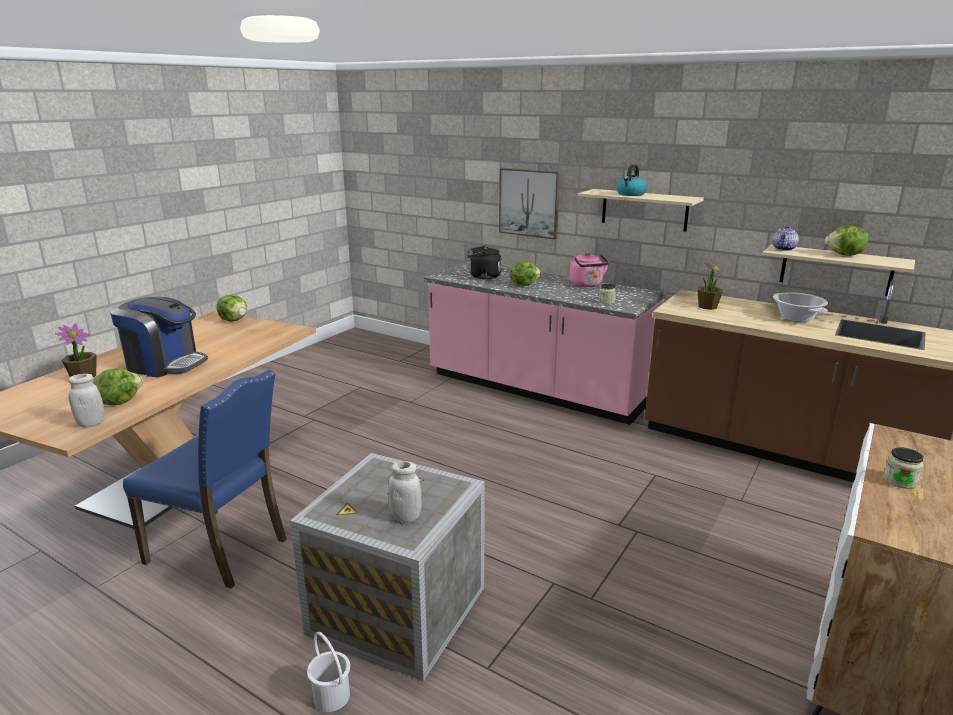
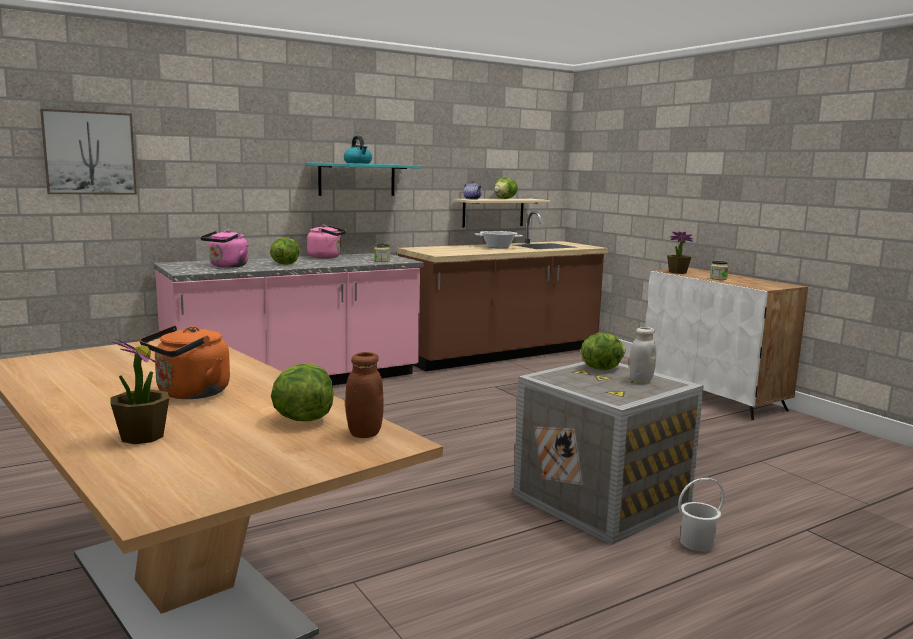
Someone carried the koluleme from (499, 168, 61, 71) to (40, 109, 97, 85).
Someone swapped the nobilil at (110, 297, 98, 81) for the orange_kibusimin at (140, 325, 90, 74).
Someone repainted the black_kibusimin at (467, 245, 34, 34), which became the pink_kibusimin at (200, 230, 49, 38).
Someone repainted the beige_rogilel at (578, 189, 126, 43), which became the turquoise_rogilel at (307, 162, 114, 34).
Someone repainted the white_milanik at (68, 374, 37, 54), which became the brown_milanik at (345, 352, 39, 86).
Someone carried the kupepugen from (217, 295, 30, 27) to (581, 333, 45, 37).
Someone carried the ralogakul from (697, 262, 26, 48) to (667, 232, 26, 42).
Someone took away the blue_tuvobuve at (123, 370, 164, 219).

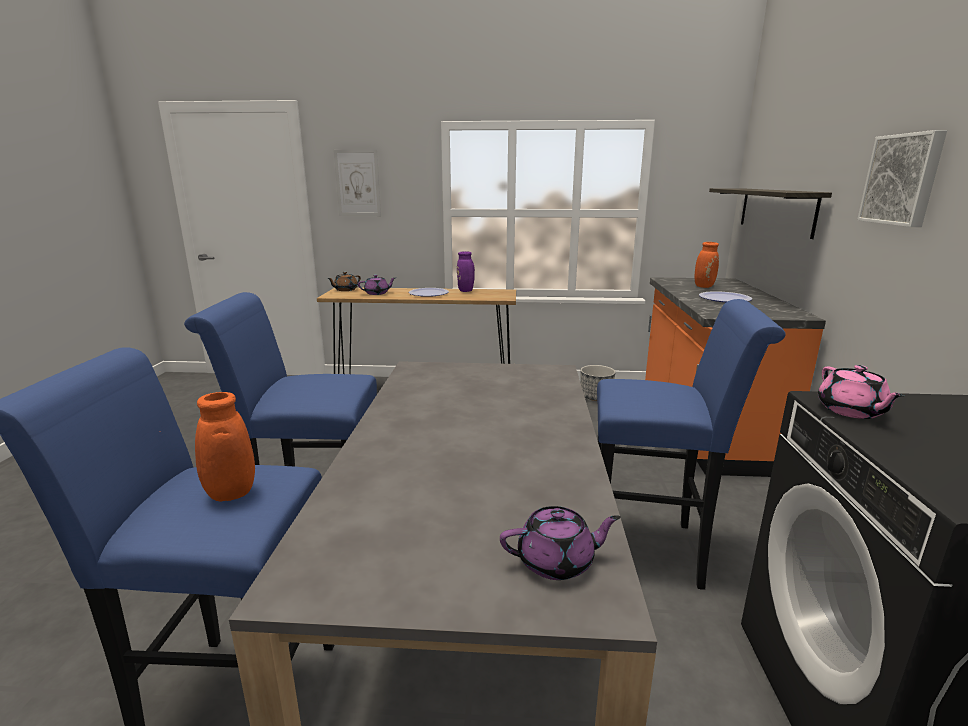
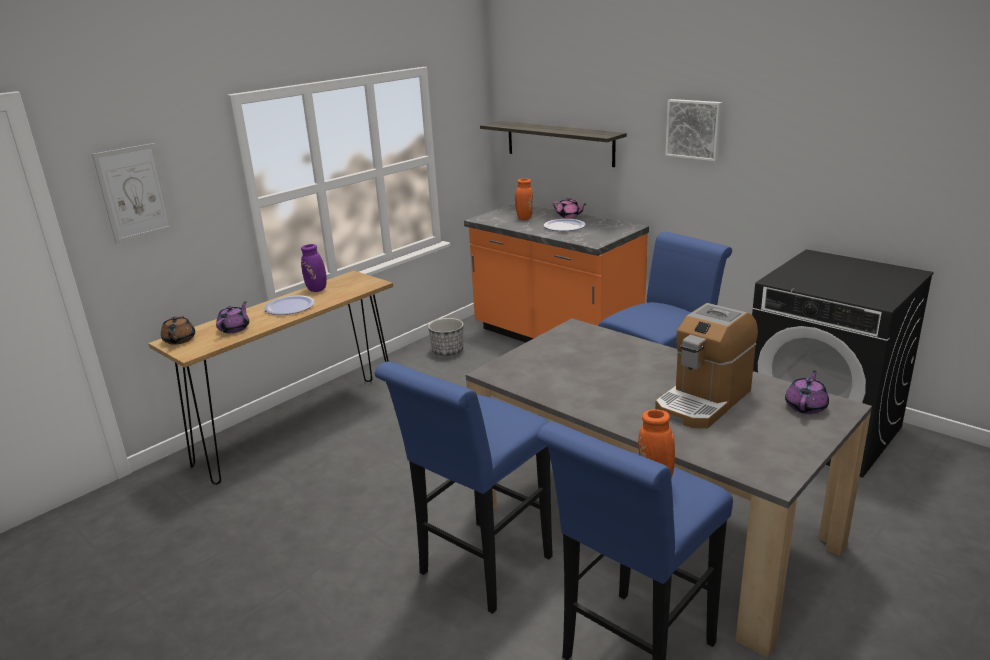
Someone carried the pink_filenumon from (818, 365, 86, 54) to (552, 198, 34, 20).
Someone put down the nobilil at (655, 303, 103, 125).

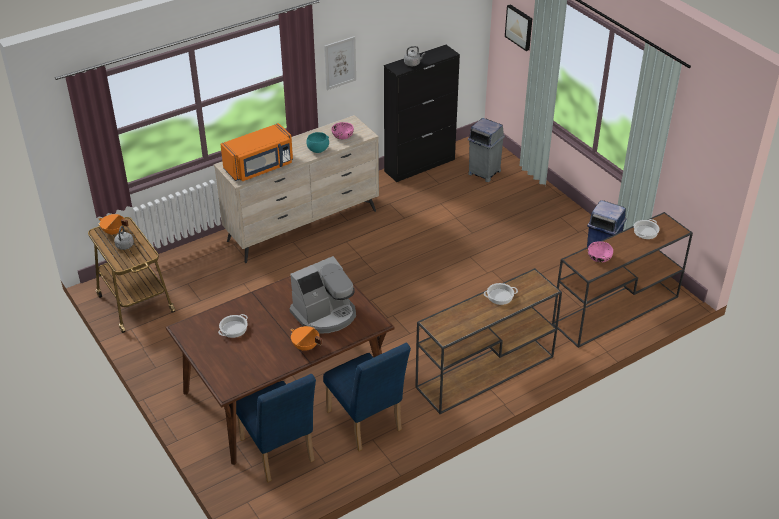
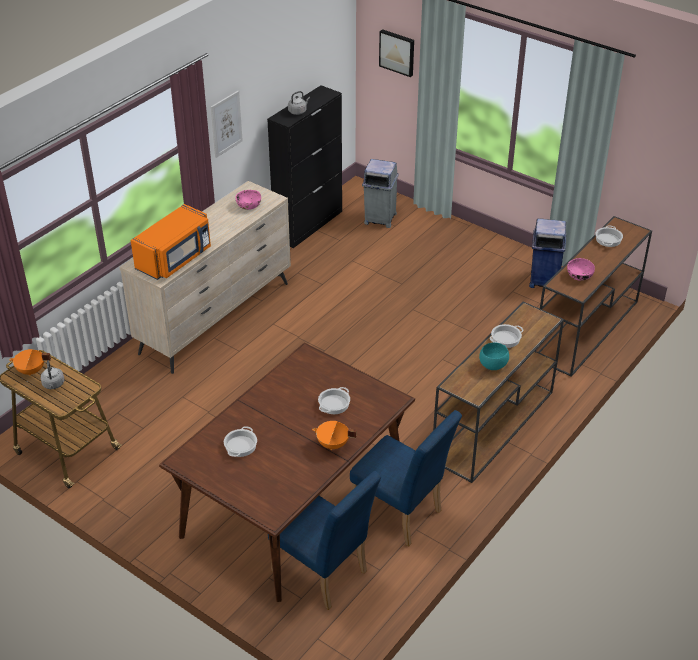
Someone swapped the nobilil at (290, 256, 66, 78) for the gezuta at (318, 387, 32, 27).
Someone carried the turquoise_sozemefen from (306, 132, 23, 21) to (479, 342, 30, 28).

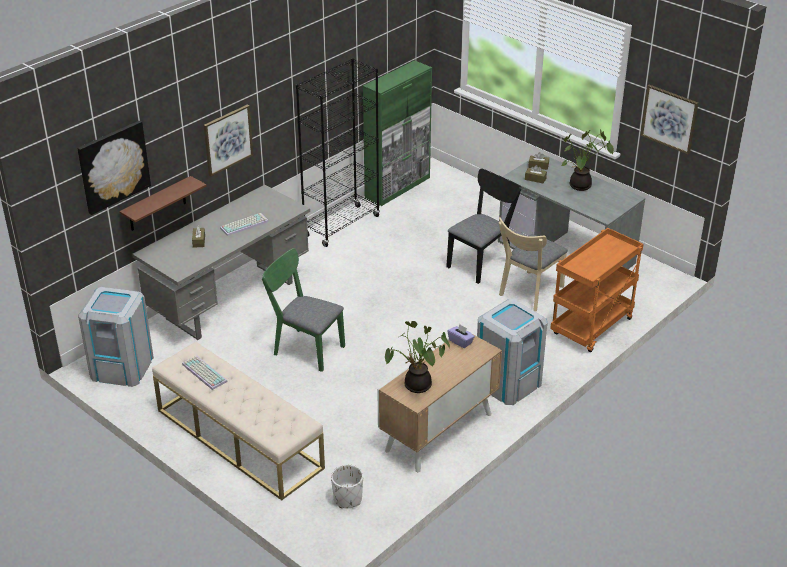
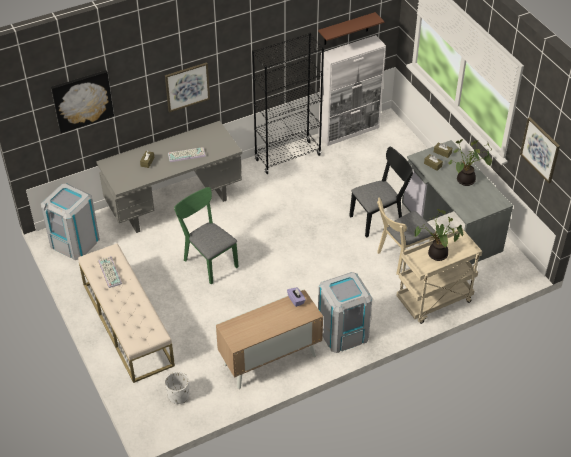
Someone carried the brown_rogilel from (119, 176, 88, 55) to (318, 12, 67, 33).
Someone repainted the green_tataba at (363, 60, 69, 146), which became the white_tataba at (318, 35, 68, 111).
Someone repainted the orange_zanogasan at (550, 228, 94, 124), which became the beige_zanogasan at (396, 228, 86, 96).
Someone carried the ralogakul from (385, 321, 65, 72) to (415, 209, 48, 52).

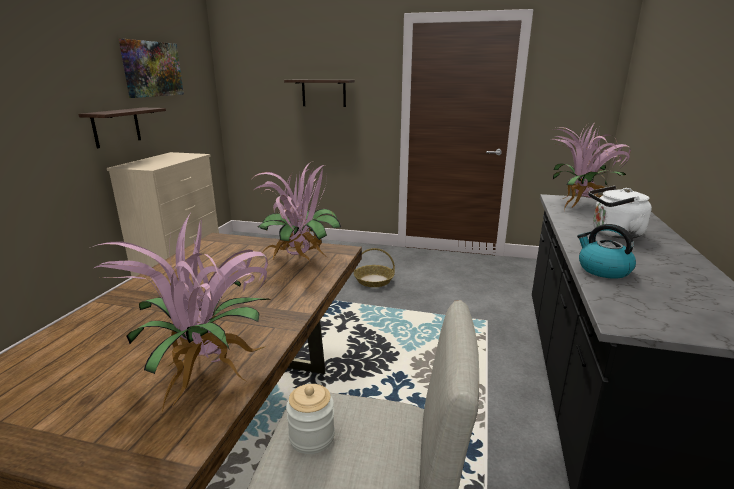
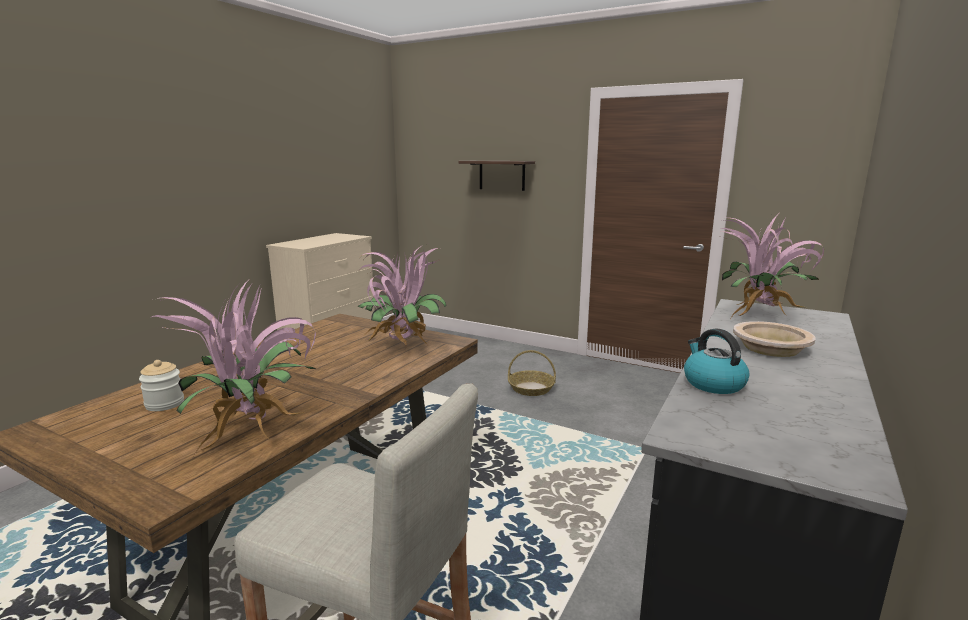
Someone carried the milanik from (286, 384, 49, 70) to (139, 360, 45, 51).
Someone swapped the white_kibusimin at (589, 186, 63, 53) for the beige_sozemefen at (733, 321, 83, 36).
Someone took away the rogilel at (78, 108, 88, 40).
Someone took away the koluleme at (119, 39, 65, 59).

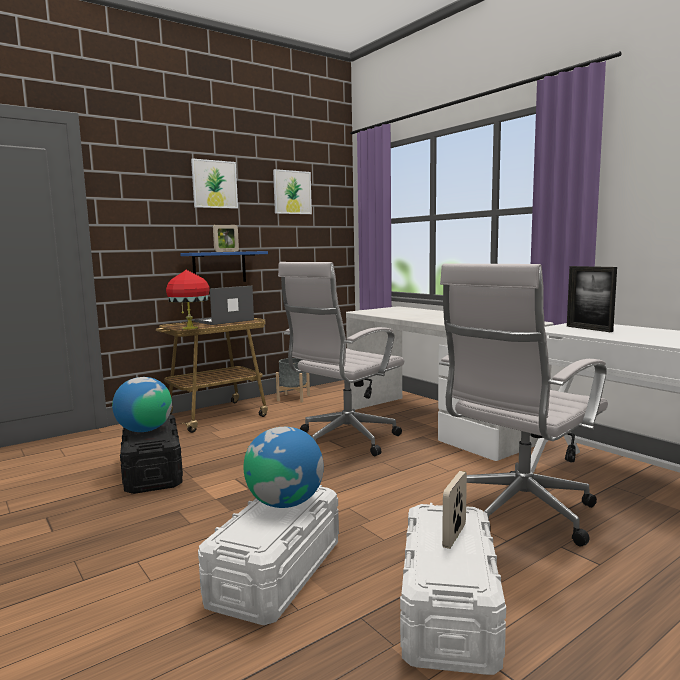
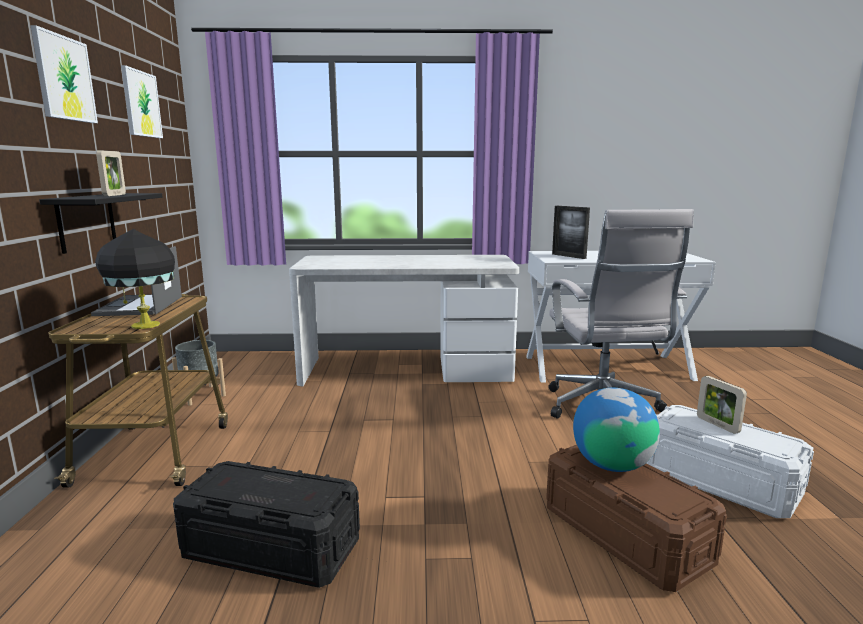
Someone repainted the blue_rogilel at (180, 251, 88, 31), which became the black_rogilel at (39, 193, 124, 61).
Someone repainted the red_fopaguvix at (166, 270, 44, 60), which became the black_fopaguvix at (95, 229, 80, 100).
Someone repainted the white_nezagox at (198, 485, 141, 140), which became the brown_nezagox at (546, 445, 181, 147).
Someone rotated the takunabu at (567, 266, 50, 66) by 45 degrees clockwise.
Someone took away the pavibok at (112, 377, 60, 55).
Someone took away the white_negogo at (278, 262, 126, 194).

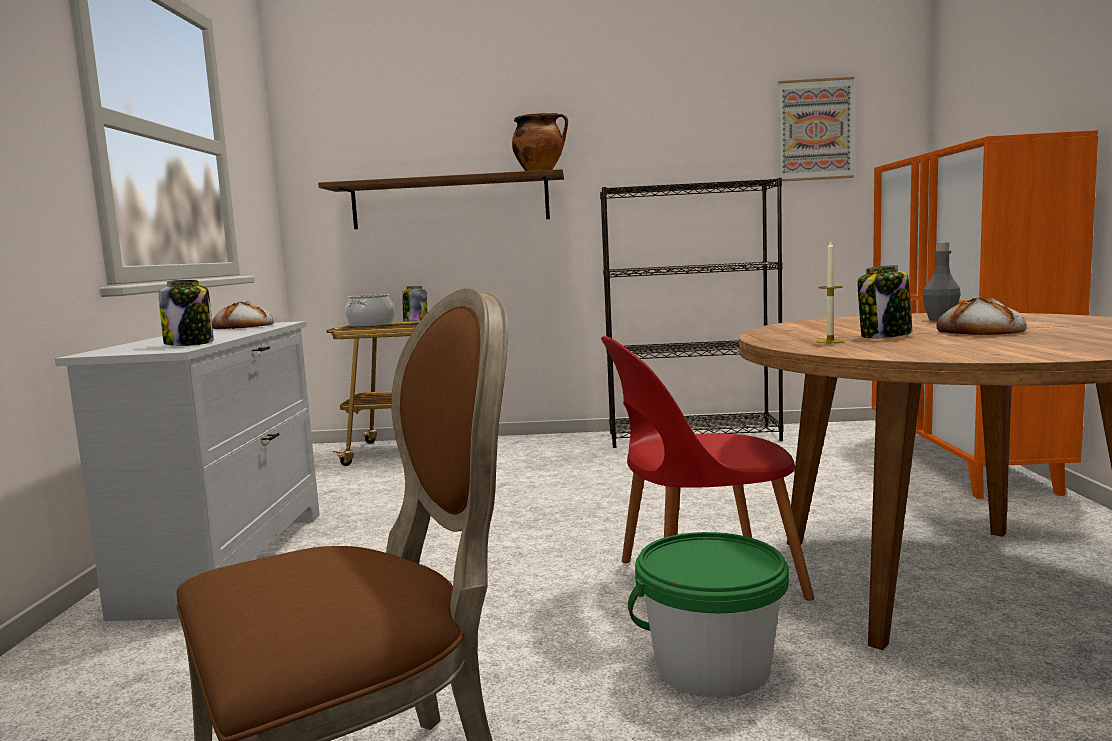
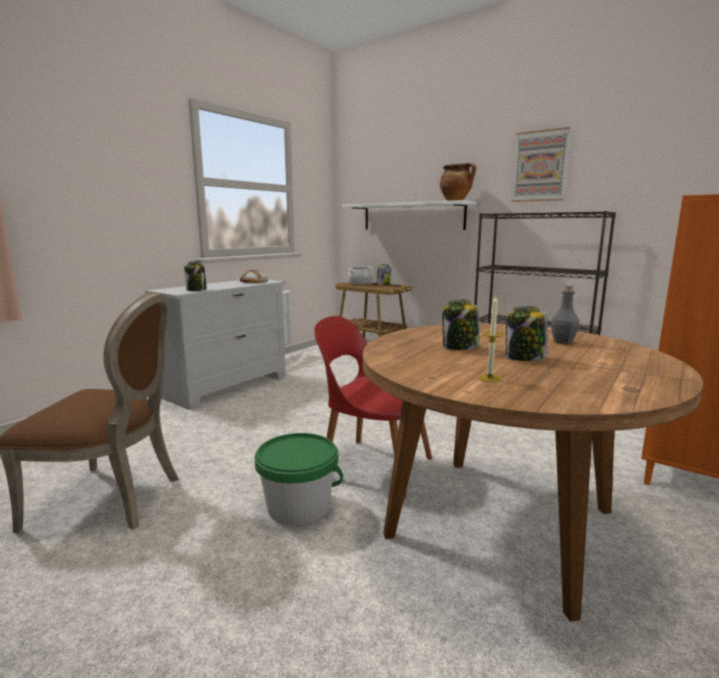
Someone repainted the brown_rogilel at (318, 169, 246, 60), which became the white_rogilel at (342, 200, 135, 30).
Someone carried the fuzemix from (816, 241, 29, 102) to (478, 295, 25, 87).
Someone swapped the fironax at (936, 297, 91, 38) for the milanik at (506, 306, 42, 55).
Someone carried the koluleme from (778, 77, 77, 104) to (512, 127, 59, 75).

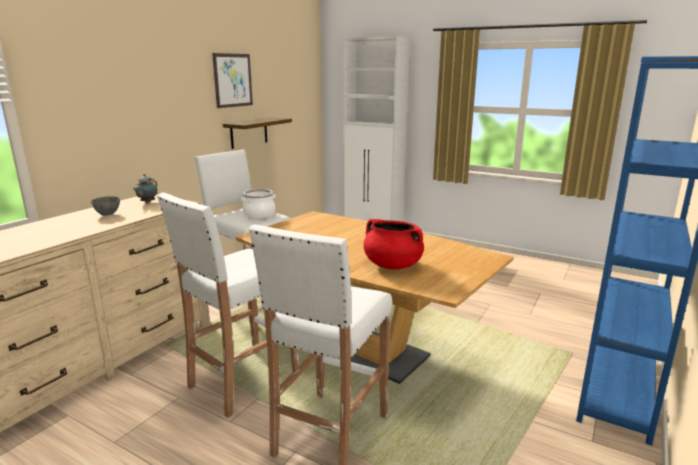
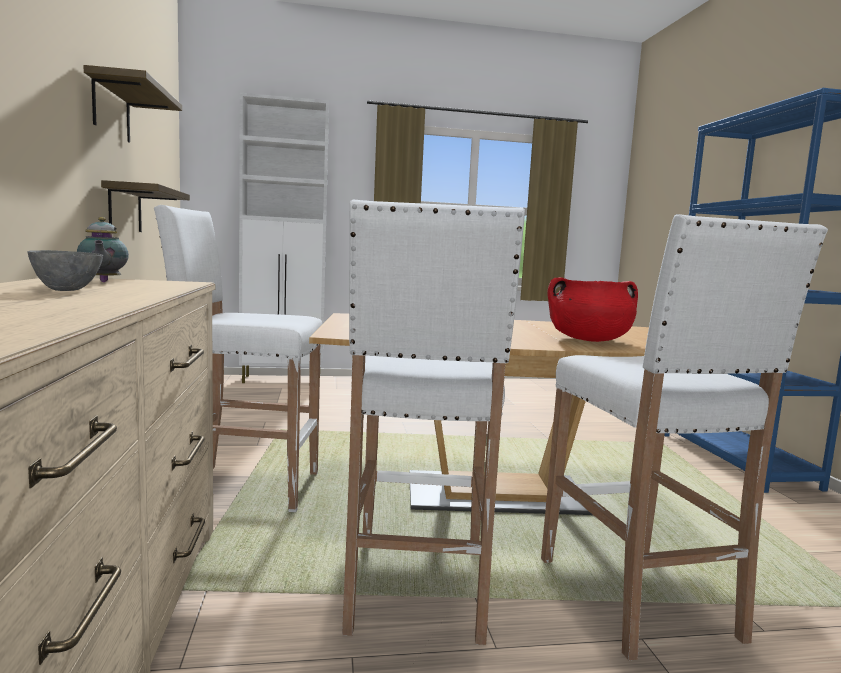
Someone swapped the koluleme at (212, 53, 41, 55) for the rogilel at (83, 65, 99, 77).
Someone took away the gezuta at (241, 189, 35, 29).

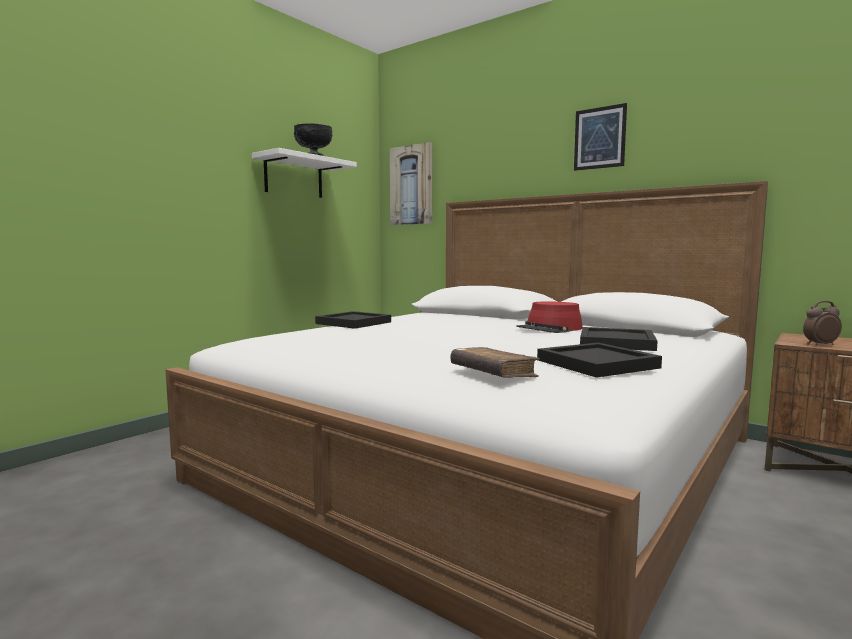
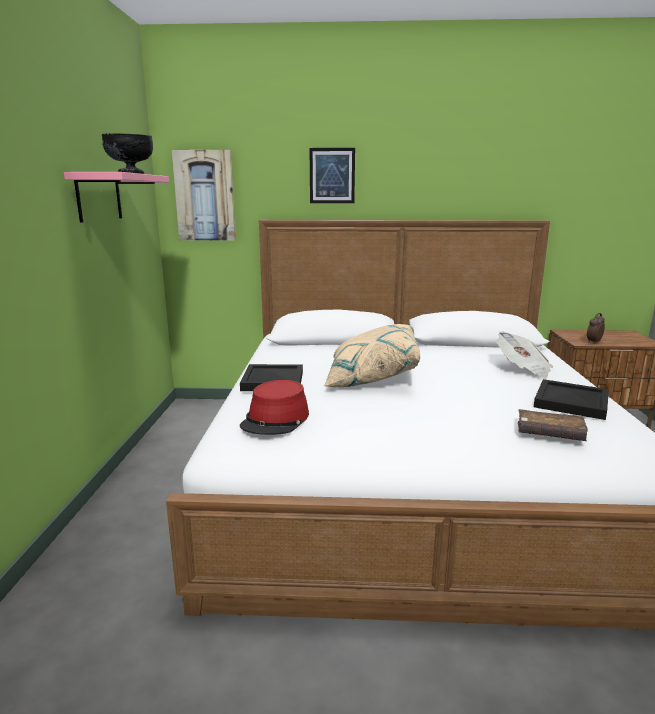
Someone repainted the white_rogilel at (252, 148, 105, 50), which became the pink_rogilel at (64, 172, 105, 51).
Someone carried the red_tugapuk from (516, 302, 67, 31) to (240, 380, 69, 55).
Someone carried the koluleme from (574, 103, 53, 68) to (310, 148, 45, 55).
Someone put down the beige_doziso at (323, 324, 98, 63).
Someone swapped the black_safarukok at (580, 327, 78, 24) for the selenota at (496, 331, 57, 48).

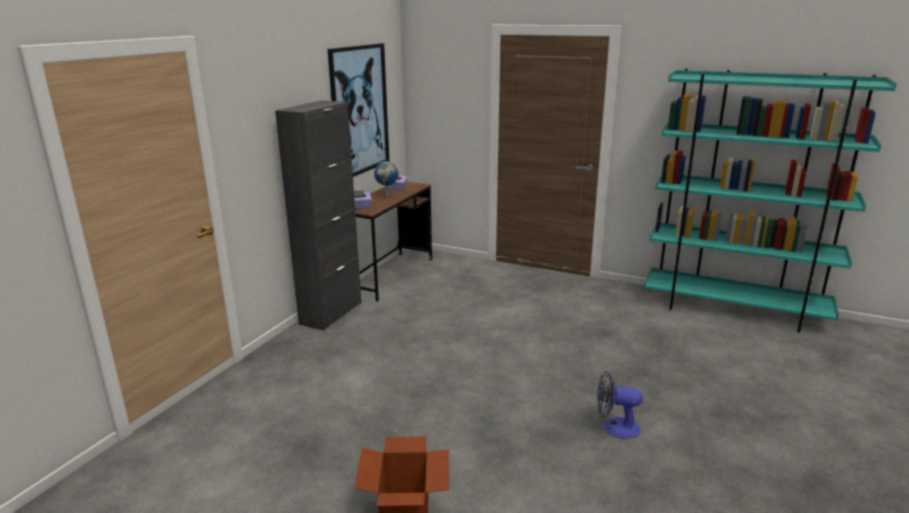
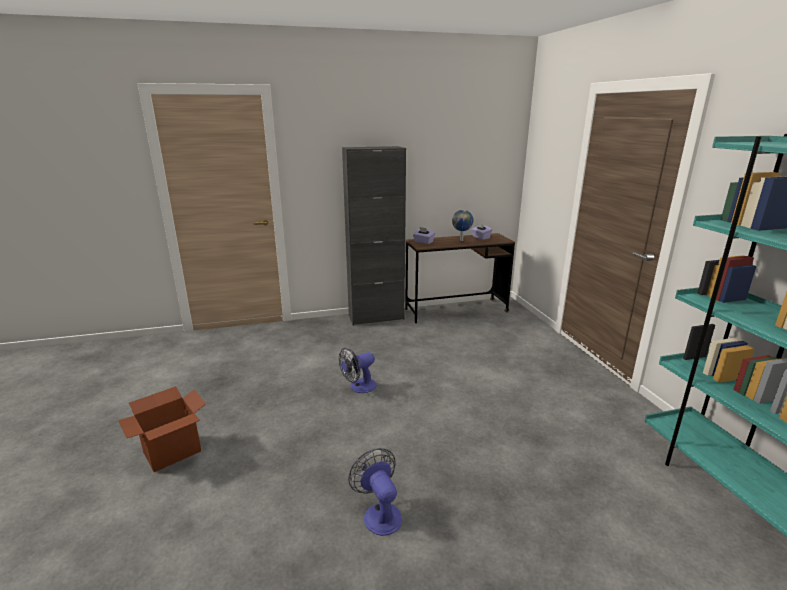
Someone put down the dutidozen at (339, 348, 38, 45).
Someone took away the koluleme at (327, 43, 63, 134).

